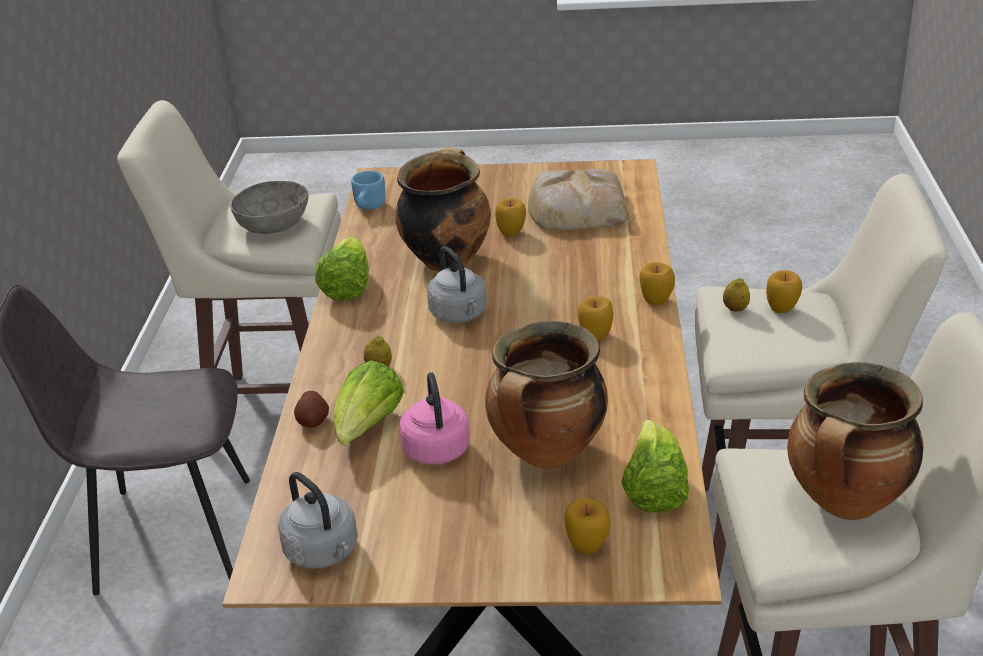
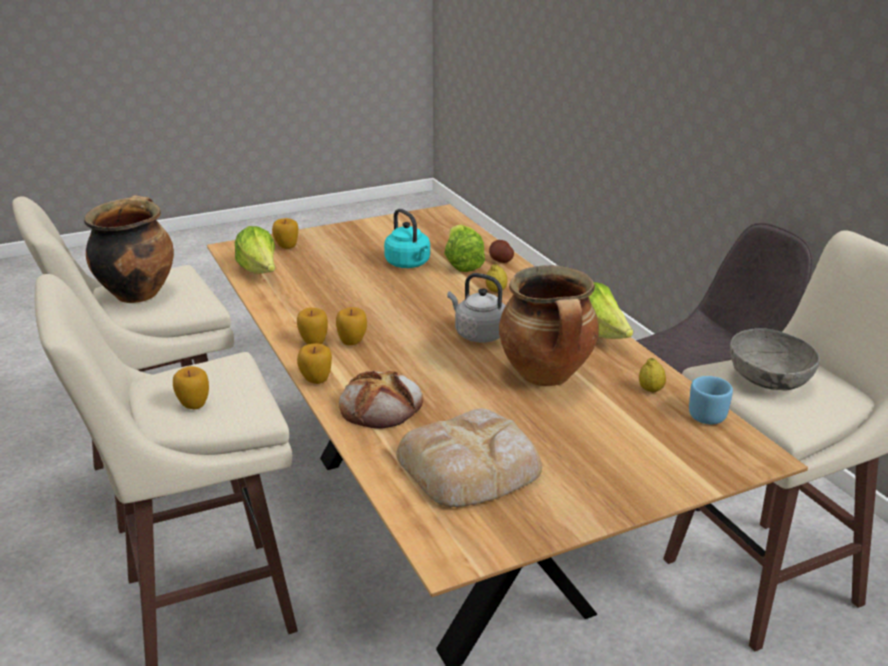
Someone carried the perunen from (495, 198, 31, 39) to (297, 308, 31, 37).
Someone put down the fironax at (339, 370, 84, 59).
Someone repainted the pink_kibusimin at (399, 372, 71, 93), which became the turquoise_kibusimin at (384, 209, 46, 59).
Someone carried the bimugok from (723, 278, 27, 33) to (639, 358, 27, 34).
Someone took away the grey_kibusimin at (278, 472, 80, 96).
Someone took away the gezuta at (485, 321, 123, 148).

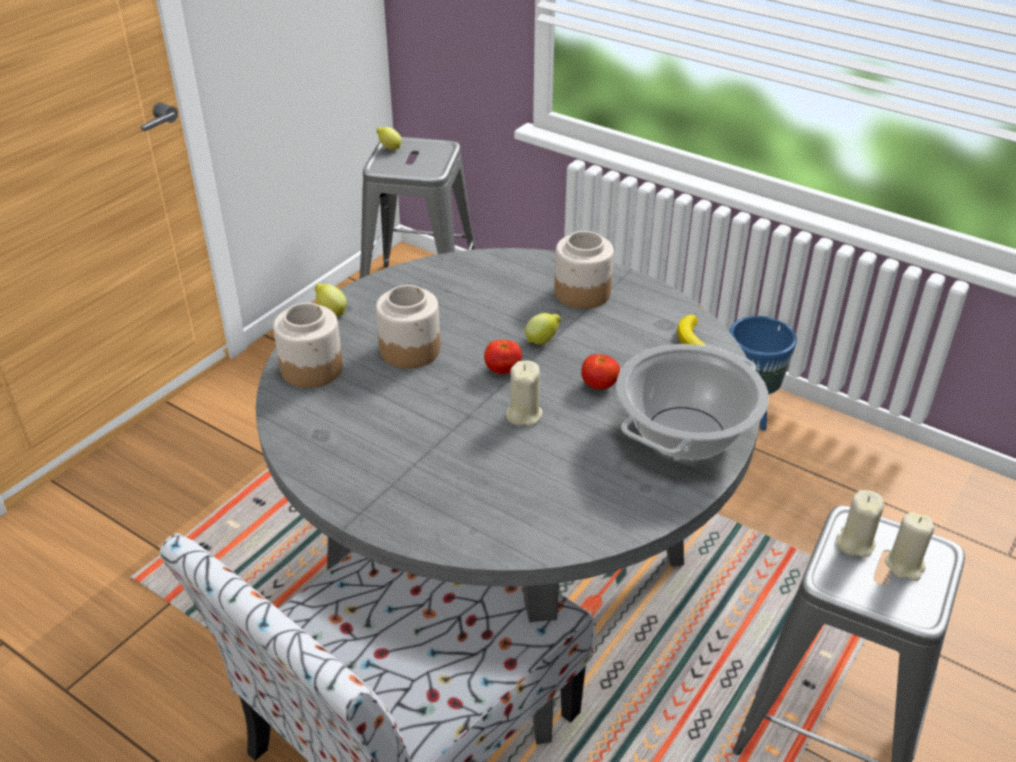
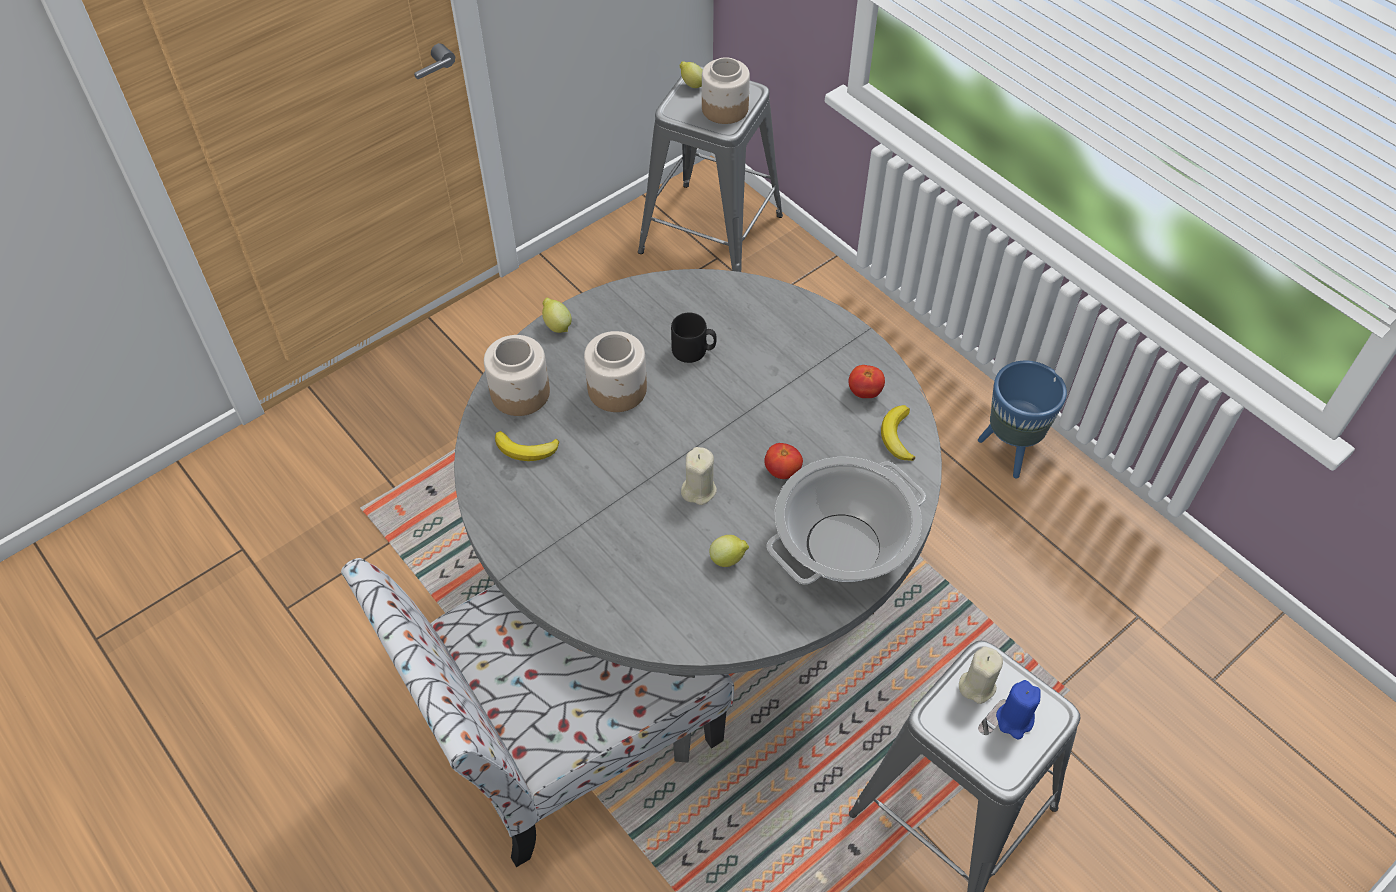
Someone put down the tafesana at (495, 431, 64, 30).
Someone put down the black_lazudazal at (671, 312, 46, 51).
Someone carried the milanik from (554, 231, 60, 78) to (702, 57, 48, 67).
Someone carried the bimugok from (525, 313, 36, 32) to (709, 535, 40, 32).
Someone carried the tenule from (484, 340, 38, 34) to (849, 365, 36, 33).
Someone repainted the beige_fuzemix at (885, 512, 50, 69), which became the blue_fuzemix at (996, 680, 45, 59).

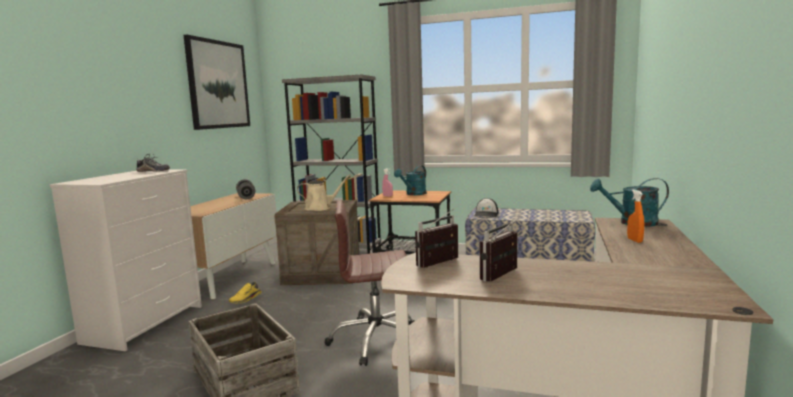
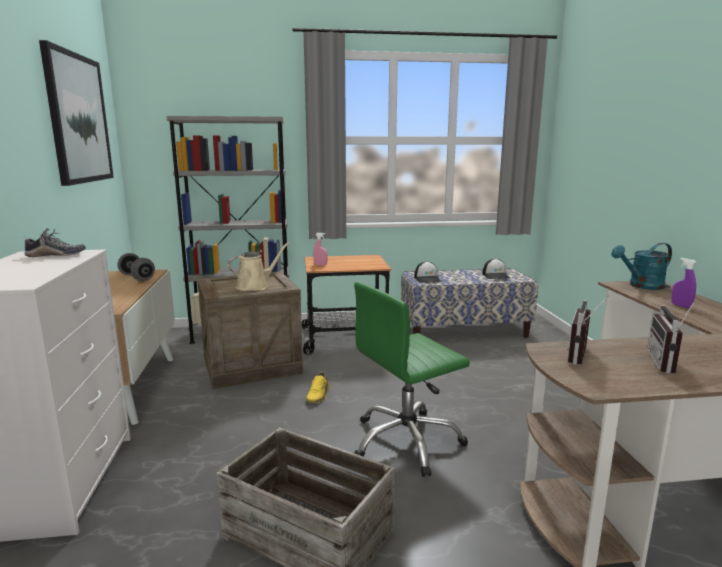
Someone carried the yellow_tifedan from (229, 282, 33, 22) to (306, 372, 23, 31).
Someone repainted the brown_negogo at (325, 200, 90, 166), which became the green_negogo at (354, 282, 116, 195).
Someone put down the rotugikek at (482, 259, 29, 20).
Someone repainted the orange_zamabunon at (627, 190, 17, 53), which became the purple_zamabunon at (671, 258, 26, 50).
Someone took away the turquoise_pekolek at (394, 165, 32, 30).

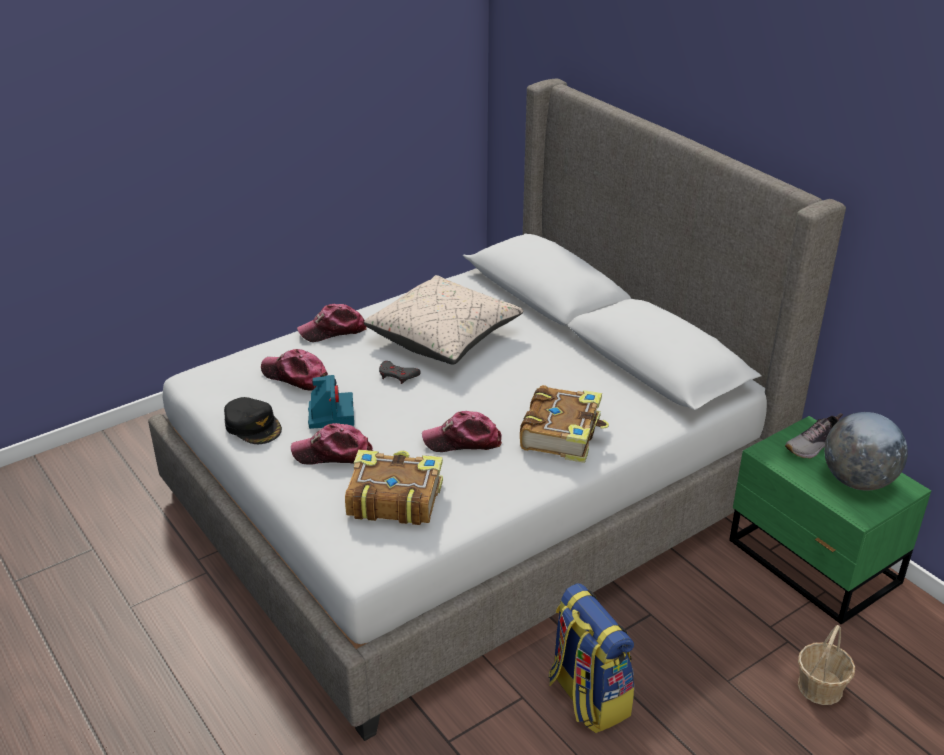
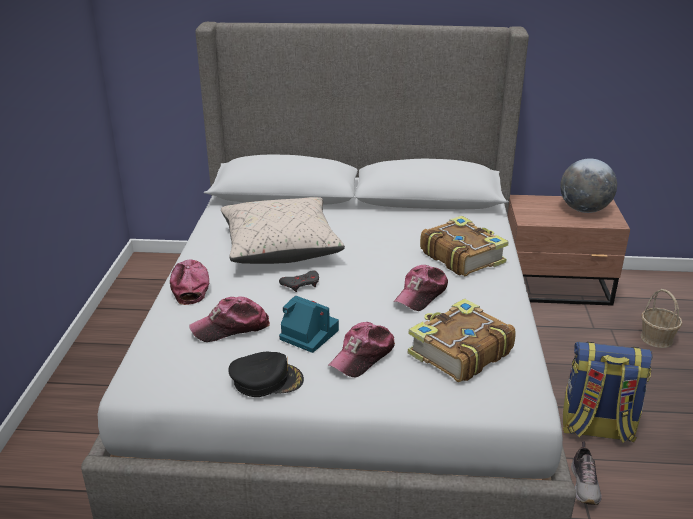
Someone rotated the rotugikek at (297, 304, 70, 38) by 150 degrees clockwise.
Someone repainted the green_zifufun at (729, 416, 202, 209), which became the brown_zifufun at (508, 195, 122, 111).
Someone carried the tifedan from (785, 413, 58, 46) to (571, 441, 31, 64).

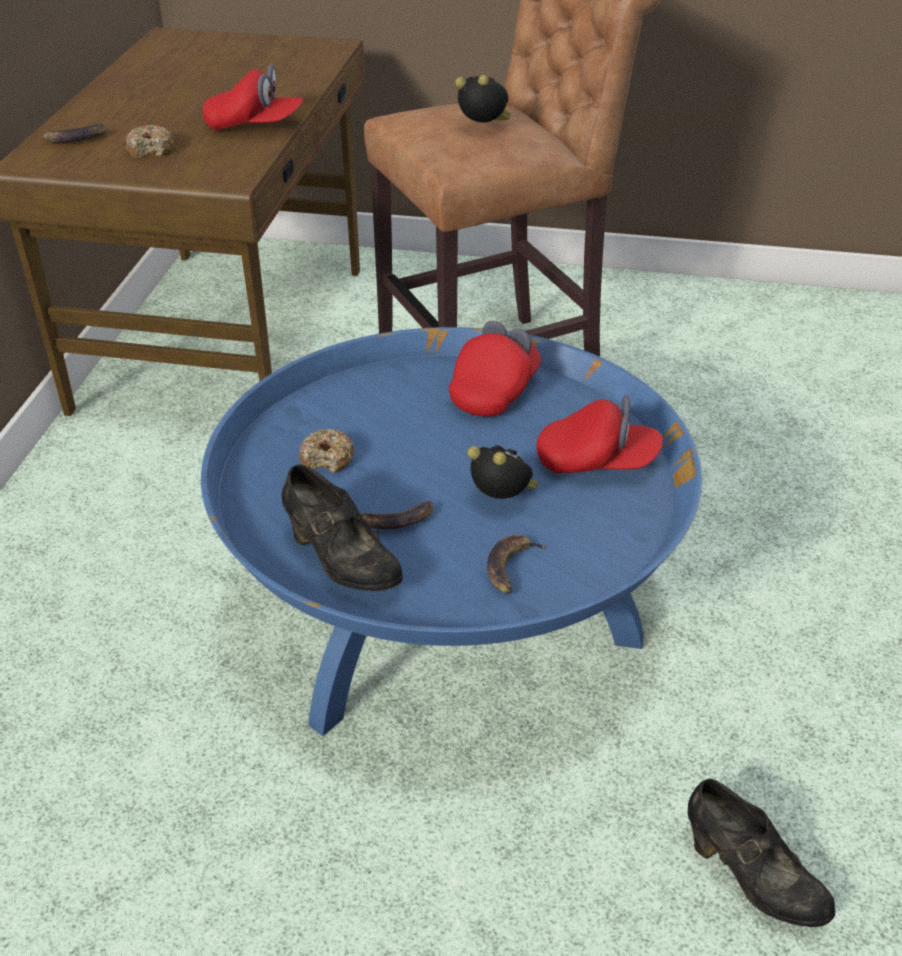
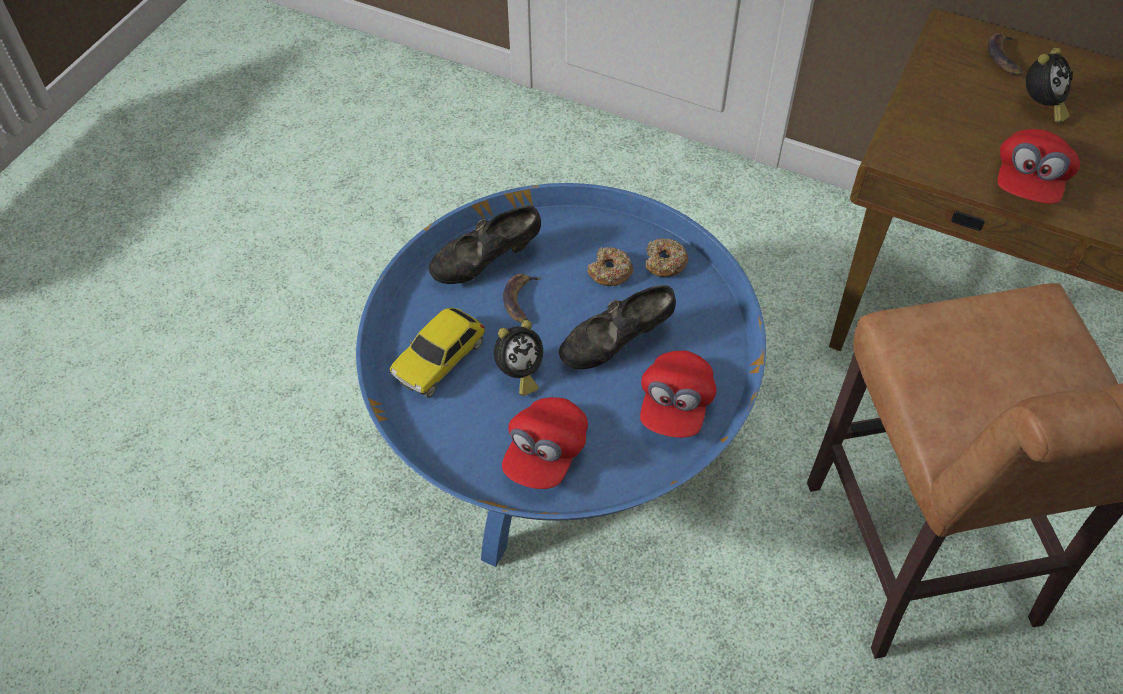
Someone swapped the tafesana at (487, 534, 61, 60) for the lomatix at (390, 307, 95, 91).
Someone carried the black_tifedan from (688, 779, 147, 148) to (559, 285, 117, 84).
Someone rotated the red_rotugikek at (449, 321, 92, 96) by 60 degrees clockwise.
Someone carried the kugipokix from (126, 125, 48, 33) to (645, 238, 43, 39).
Someone carried the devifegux from (455, 75, 56, 48) to (1026, 47, 47, 76).

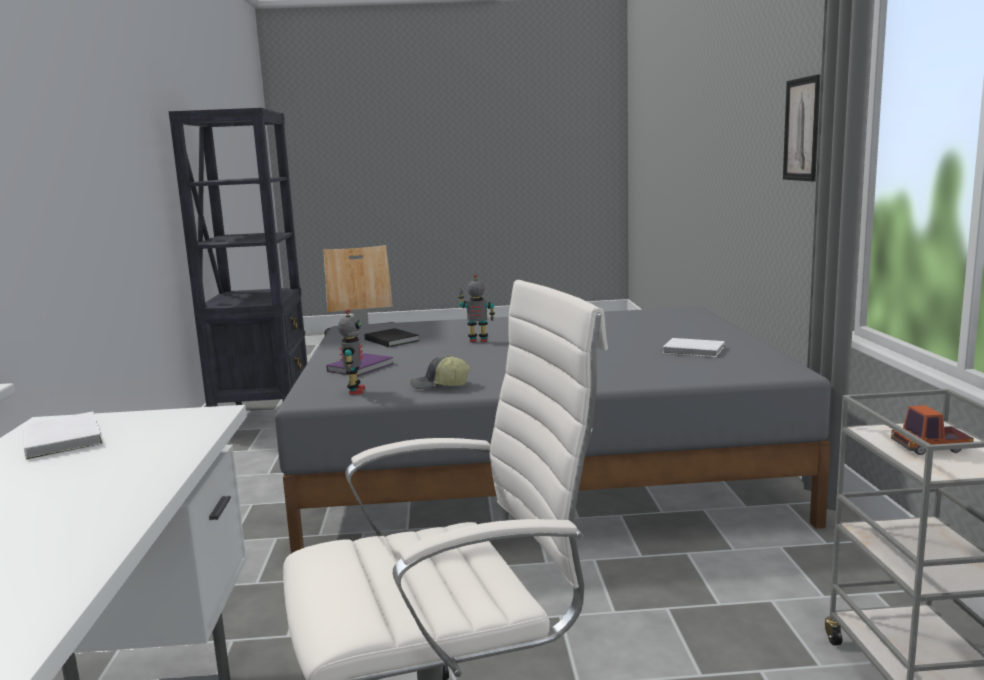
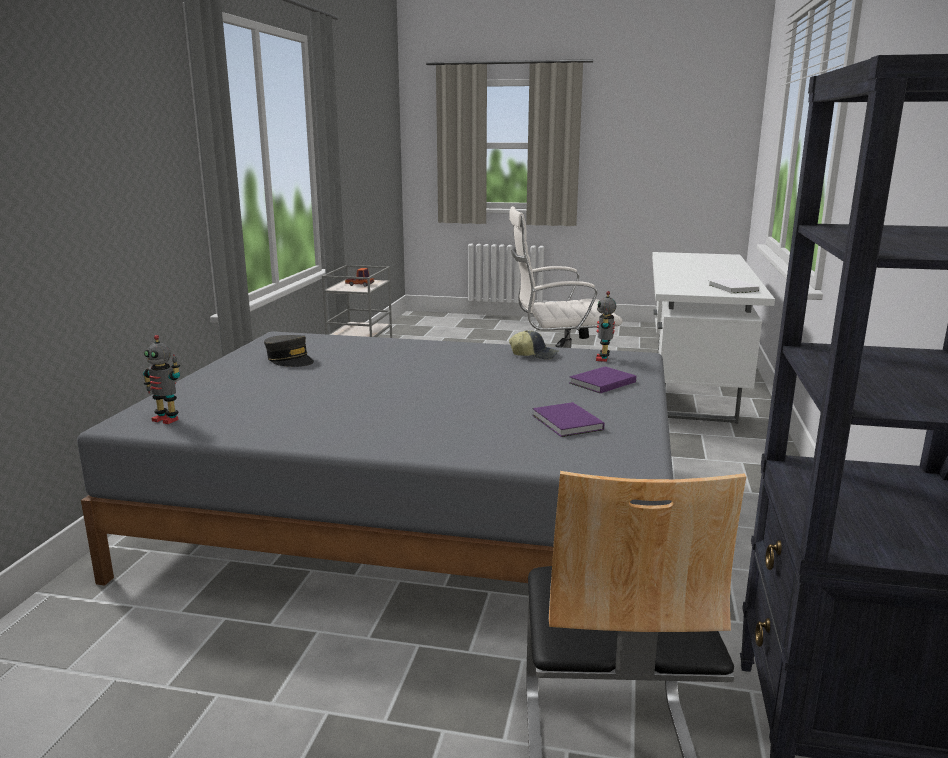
Someone carried the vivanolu from (459, 274, 36, 68) to (143, 335, 37, 89).
Someone swapped the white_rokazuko at (663, 338, 62, 19) for the grey_rotugikek at (264, 335, 50, 32).
Someone repainted the black_rokazuko at (365, 328, 54, 19), which became the purple_rokazuko at (532, 402, 72, 35).
Someone took away the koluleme at (783, 74, 38, 107).

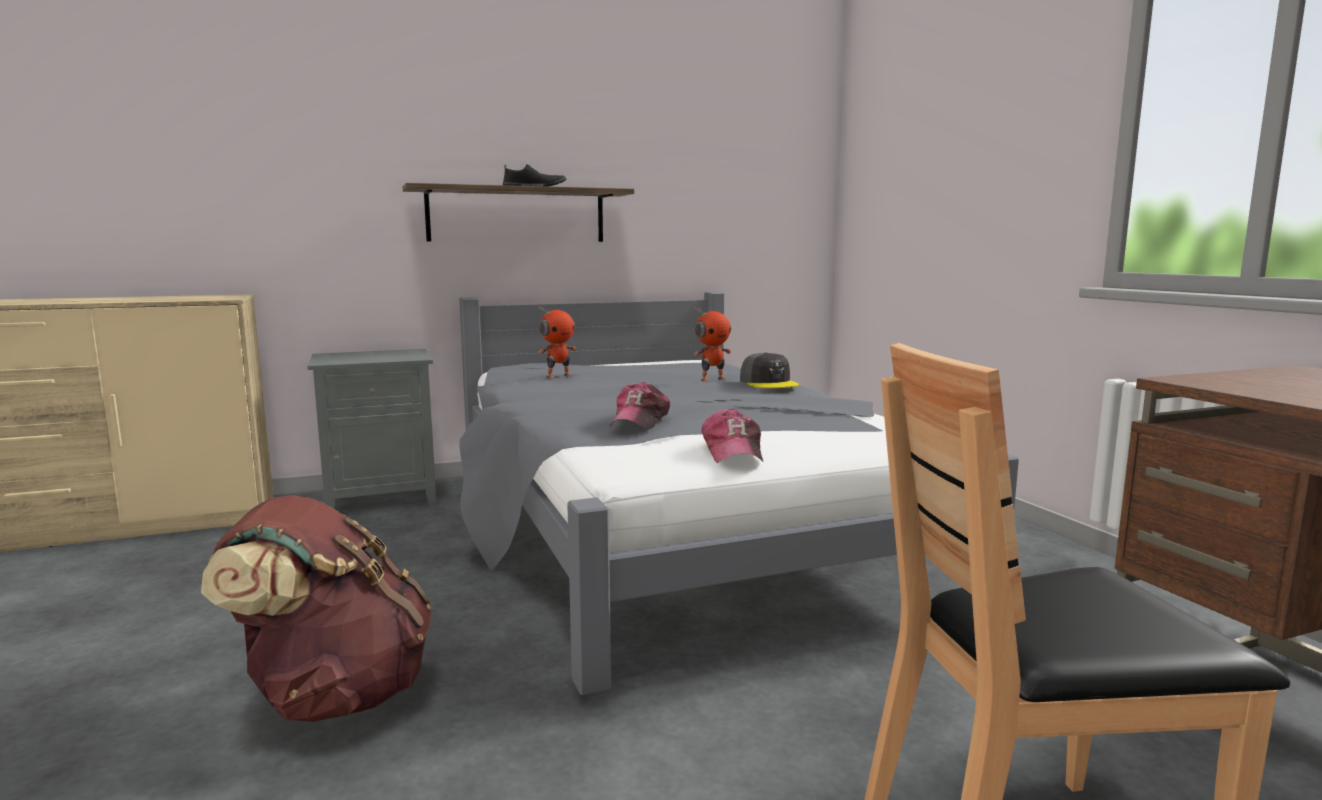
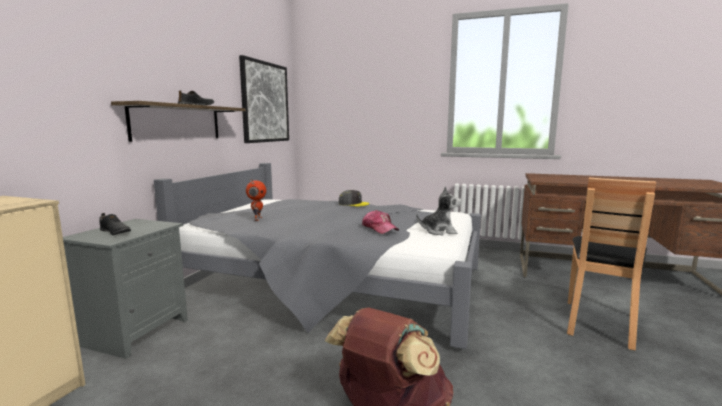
Someone put down the black_tifedan at (99, 213, 32, 22).
Someone put up the koluleme at (239, 55, 50, 88).
Someone swapped the rotugikek at (702, 408, 61, 55) for the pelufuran at (416, 186, 46, 49).
Someone took away the vivanolu at (694, 306, 37, 76).

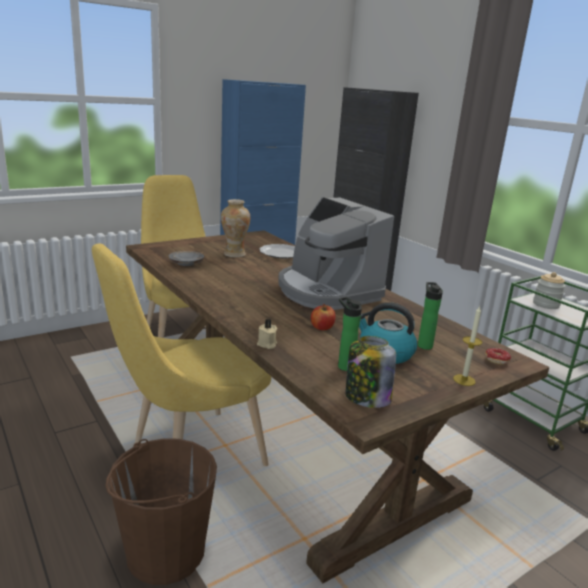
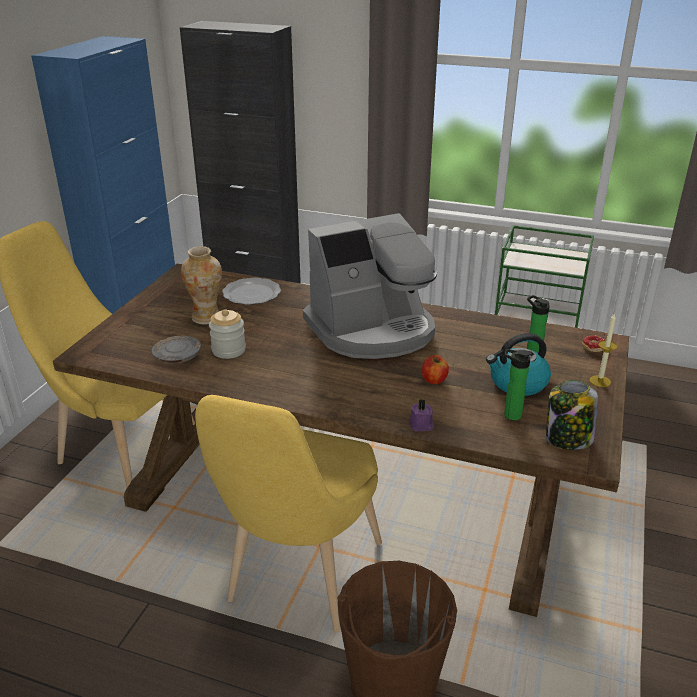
Someone carried the milanik from (533, 272, 33, 37) to (209, 309, 37, 50).
Someone rotated the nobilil at (278, 197, 116, 113) by 45 degrees counterclockwise.
Someone repainted the beige_fuzemix at (257, 319, 20, 30), which became the purple_fuzemix at (409, 399, 25, 32).

